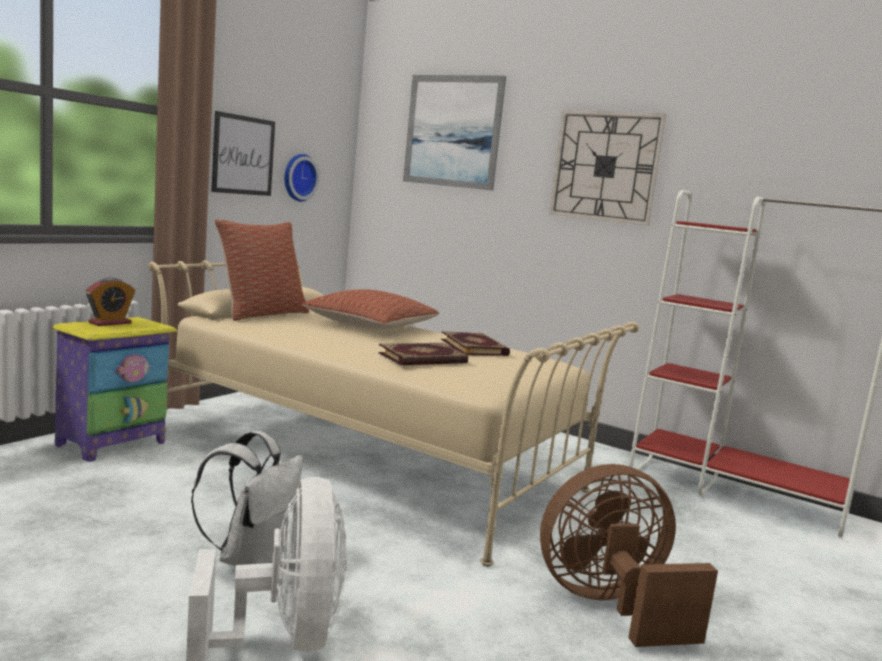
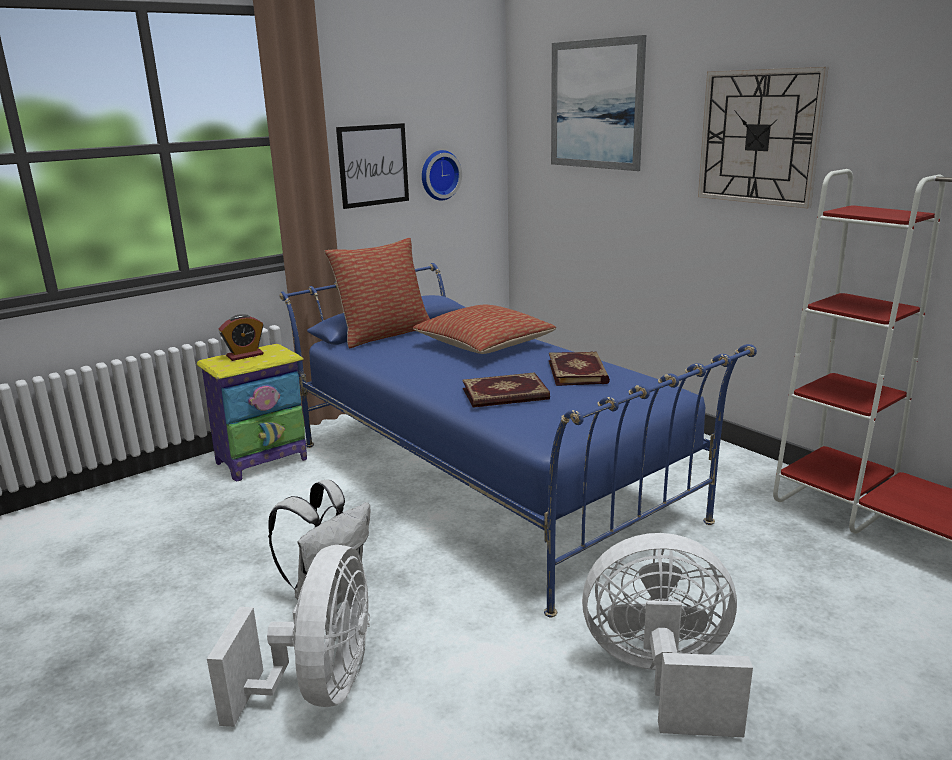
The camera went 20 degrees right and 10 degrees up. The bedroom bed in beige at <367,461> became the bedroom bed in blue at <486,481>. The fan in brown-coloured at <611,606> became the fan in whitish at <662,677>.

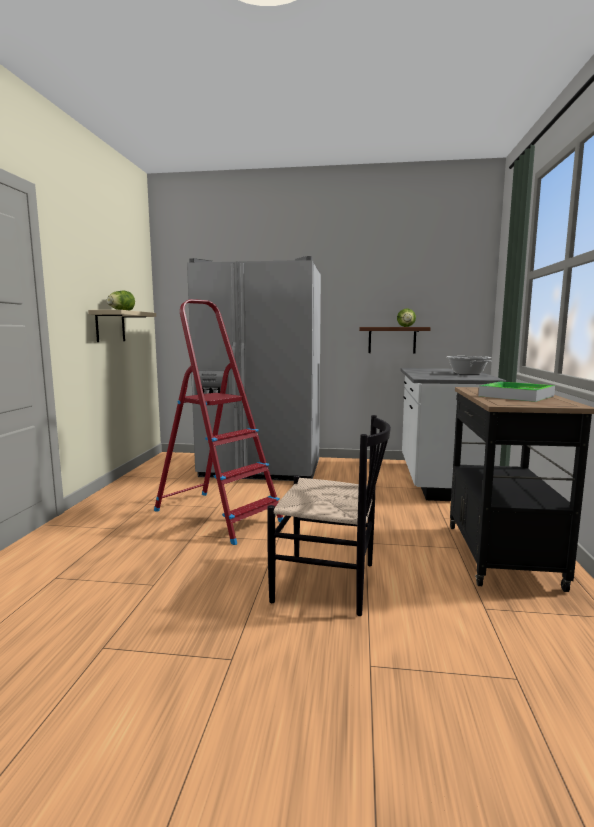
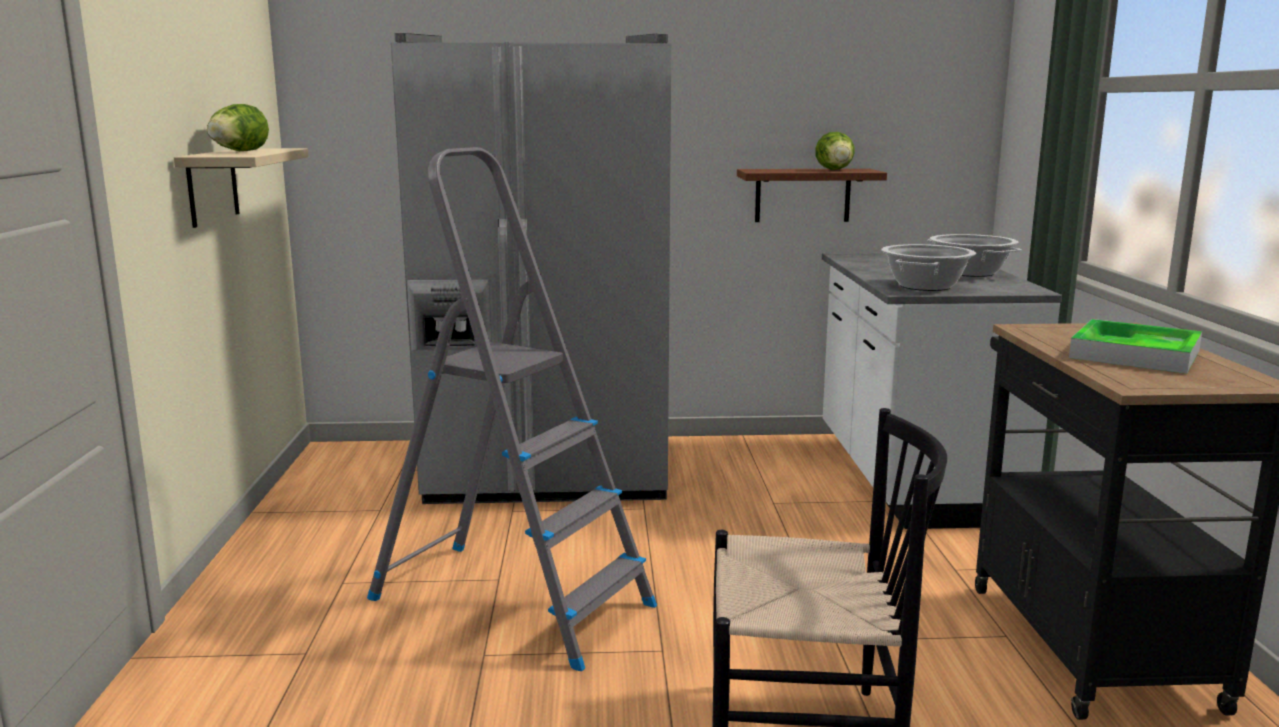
The camera went 10 degrees left and 5 degrees up. The step ladder in red-coloured at <218,516> became the step ladder in greyish at <513,602>. The stockpot at <925,286> appeared.

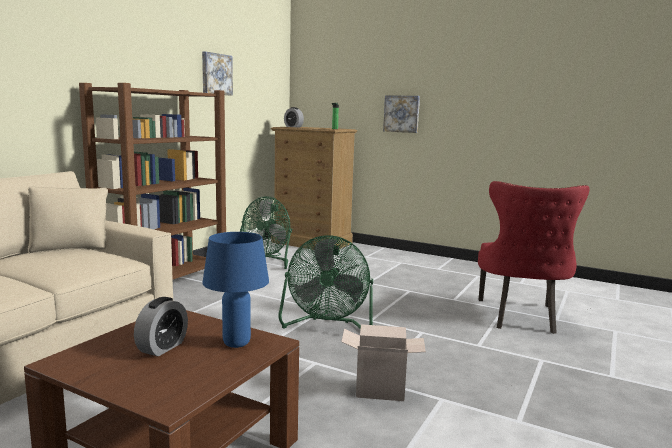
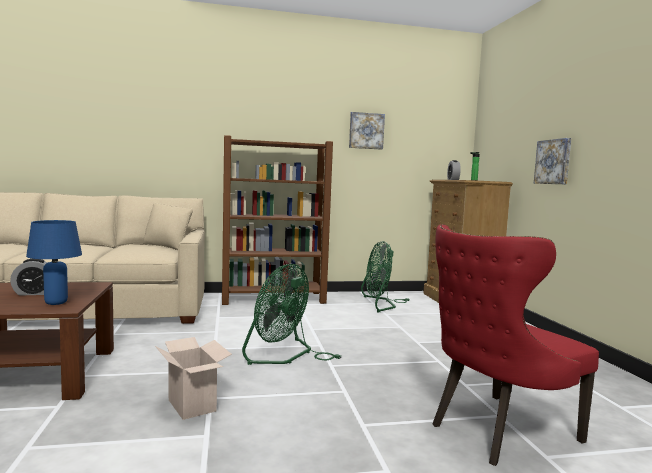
The camera went 50 degrees right and 5 degrees down. The fan in greenish at <325,324> turned 60 degrees clockwise.

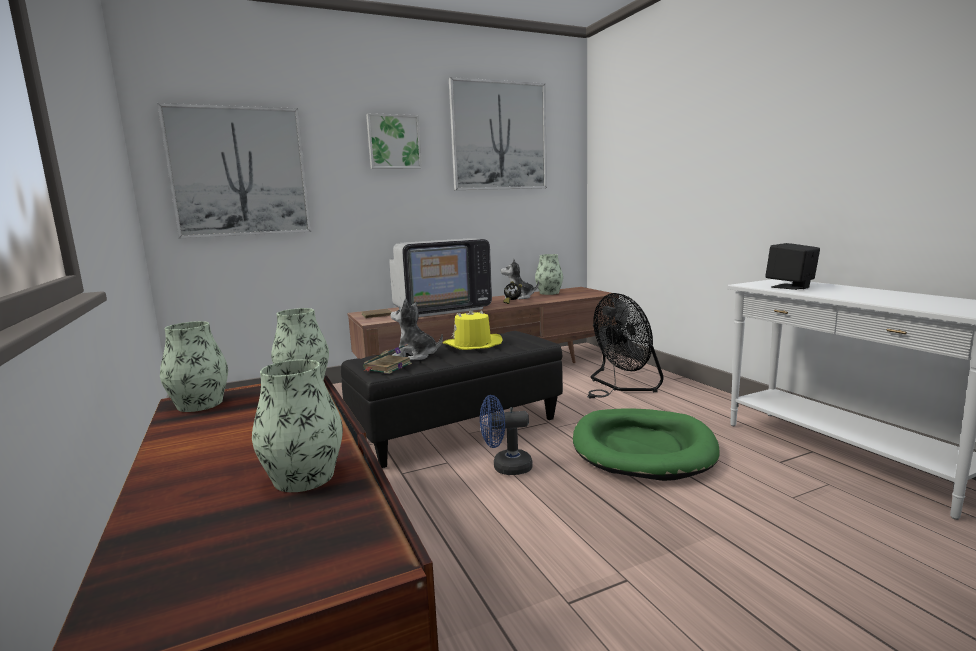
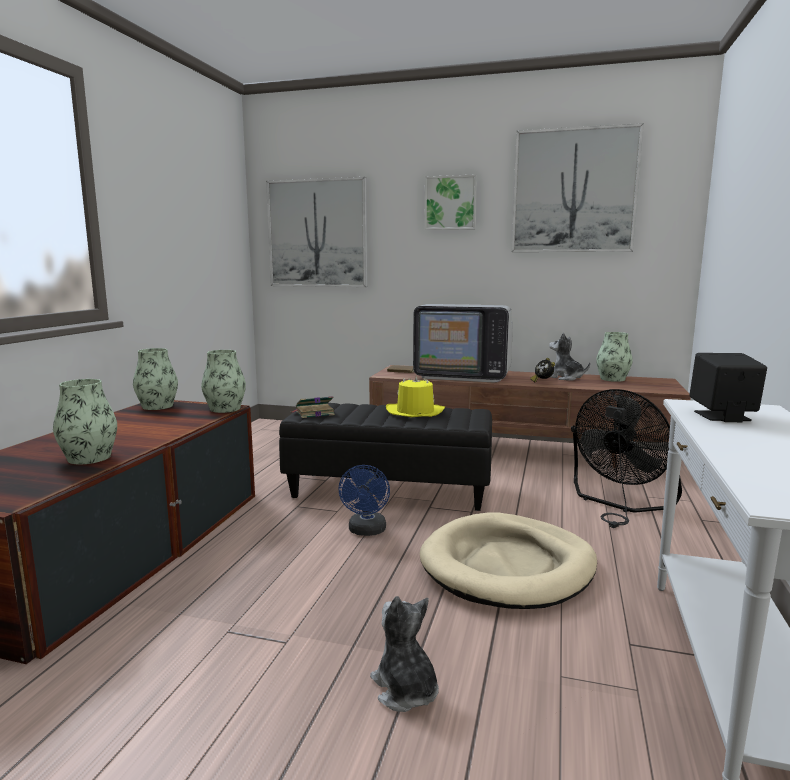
The camera went 40 degrees right and 0 degrees up. The soft toy moved from <416,356> to <405,690>. The fan in blue at <505,467> turned 120 degrees counterclockwise. The dog cushion in greenish at <642,448> became the dog cushion in beige at <508,566>. The fan in blackish at <615,384> turned 60 degrees counterclockwise.

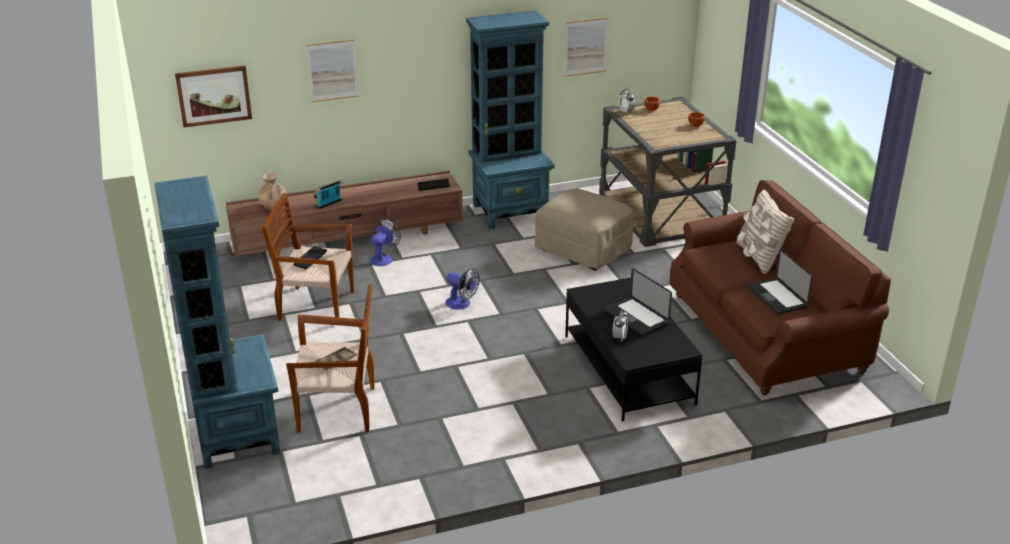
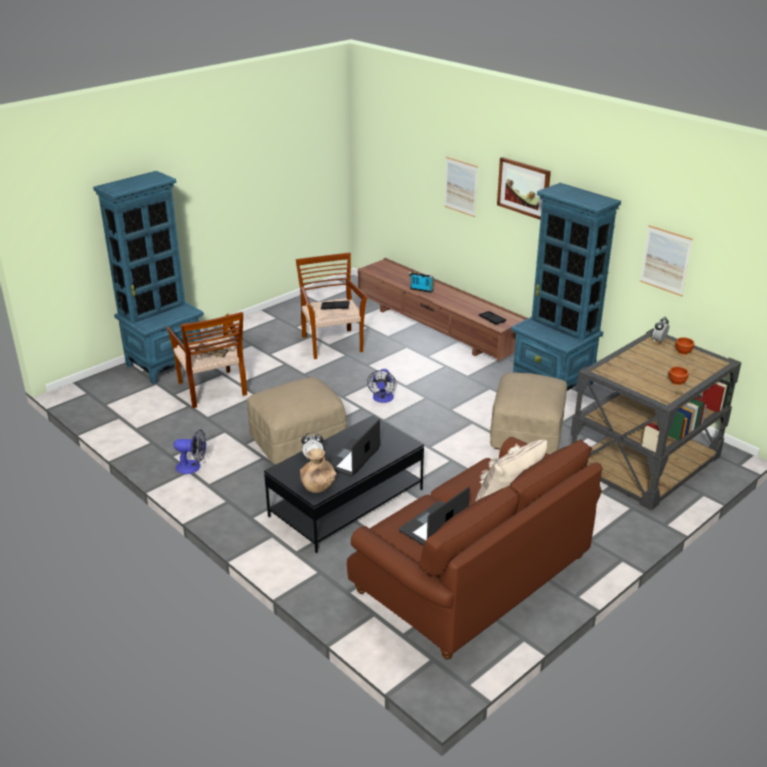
The camera went 65 degrees right and 0 degrees up. The wall art moved from <214,95> to <524,188>. The vase in brown-coloured moved from <273,206> to <318,487>. The fan moved from <383,258> to <193,467>. The ottoman in beige at <298,439> appeared.

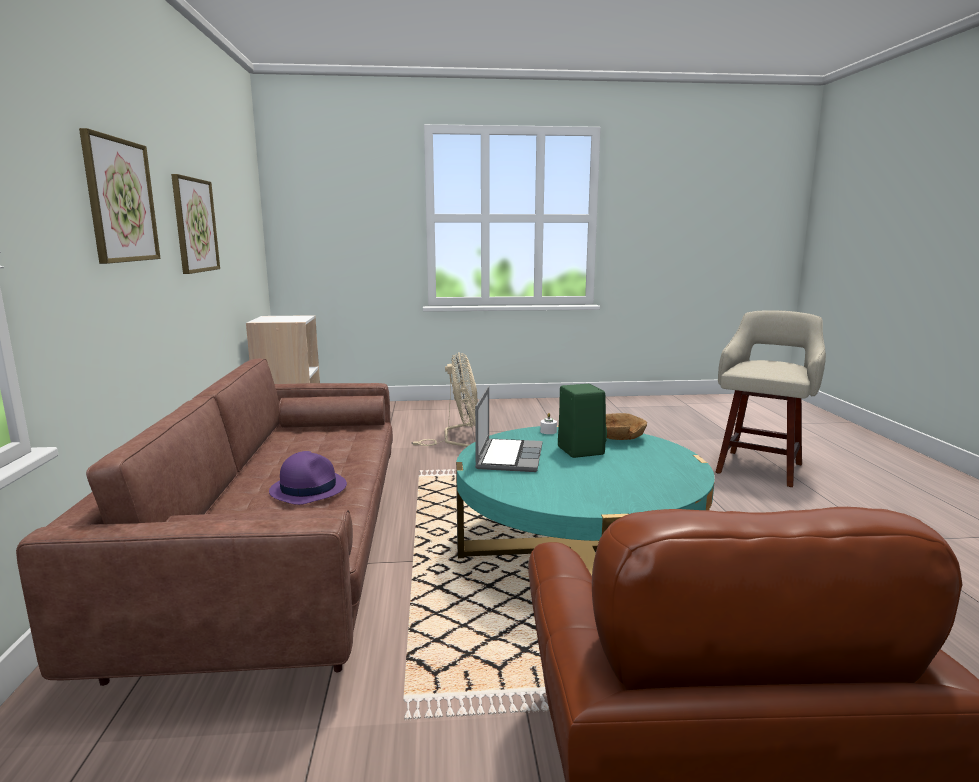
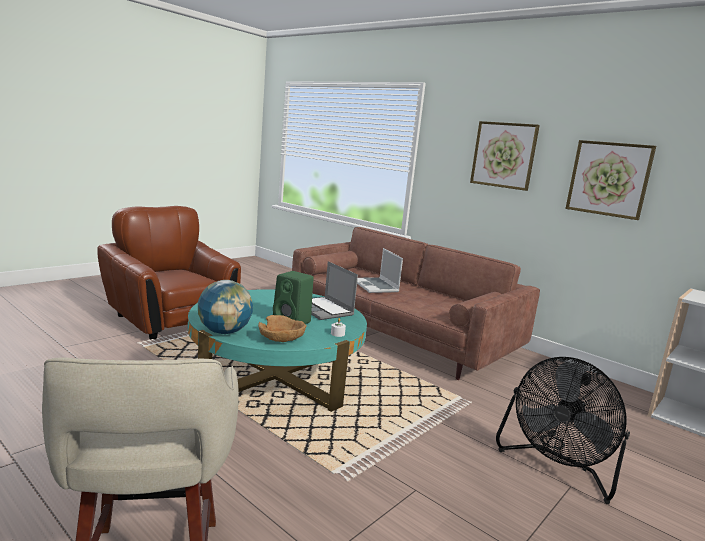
The camera went 135 degrees right and 0 degrees up. The clothing hat in purplish at <308,488> was replaced by the notebook computer at <376,286>. The fan in beige at <457,437> became the fan in blackish at <554,464>. The world globe at <224,332> appeared.

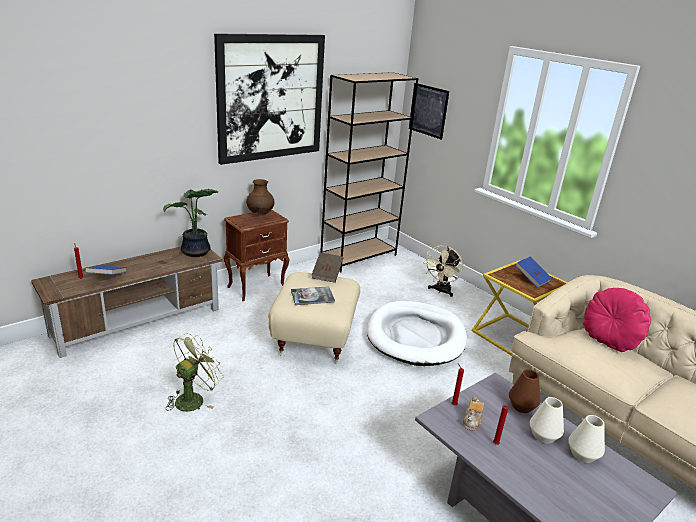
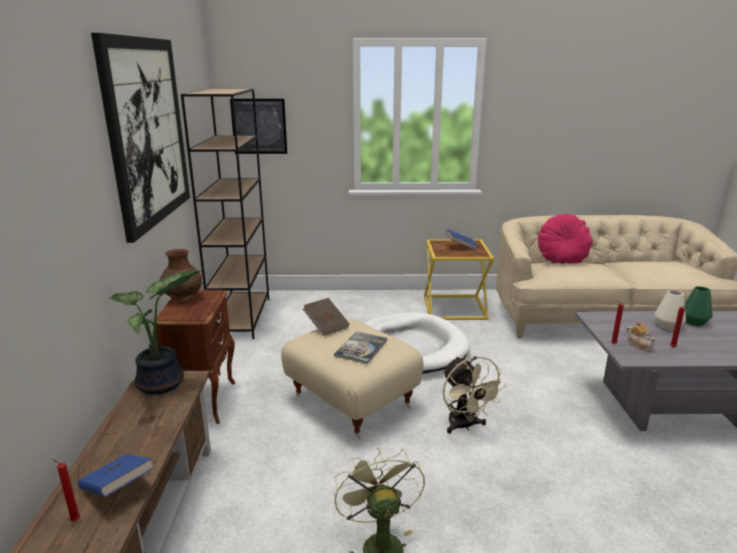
The camera went 50 degrees left and 5 degrees down. The fan in beige moved from <440,291> to <465,426>. The vase in brown-coloured at <522,406> disappeared. The vase in whitish at <582,455> became the vase in greenish at <694,322>.

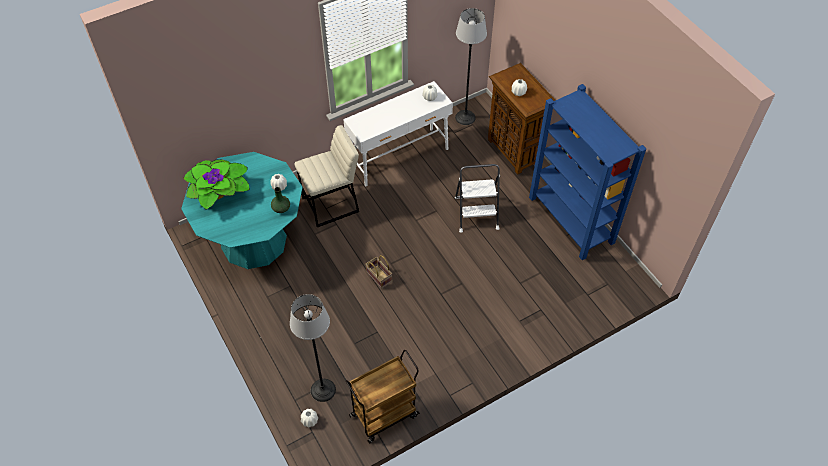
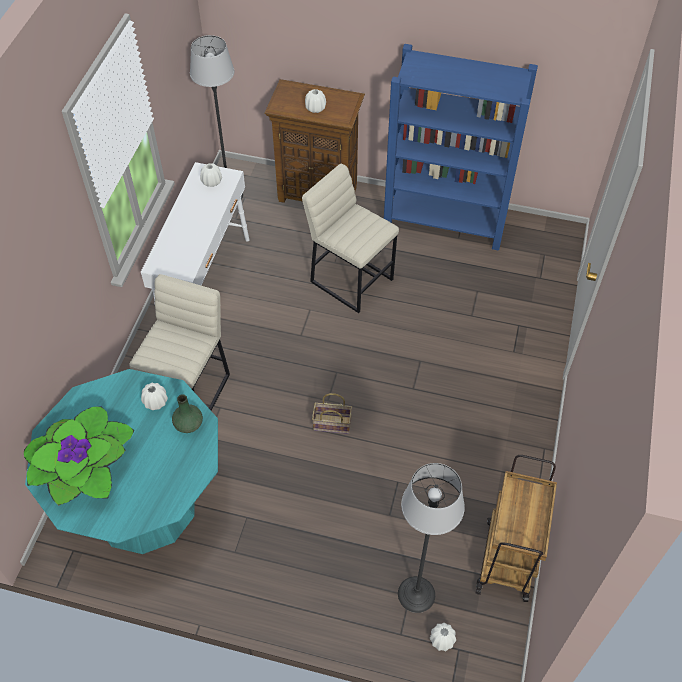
The camera went 45 degrees left and 0 degrees up. The step ladder in whitish at <476,211> was replaced by the chair in beige at <350,279>.

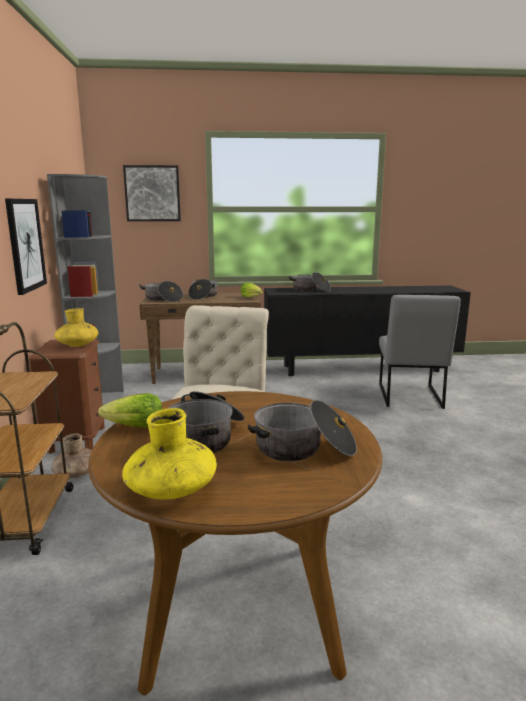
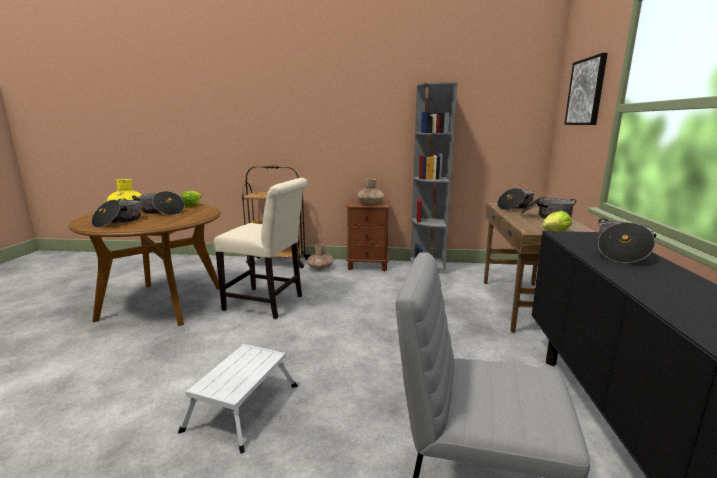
The camera went 100 degrees right and 0 degrees up. The wall art at <25,245> disappeared. The vase in yellowish at <77,345> became the vase in brown-coloured at <370,203>. The step ladder in whitish at <242,407> appeared.

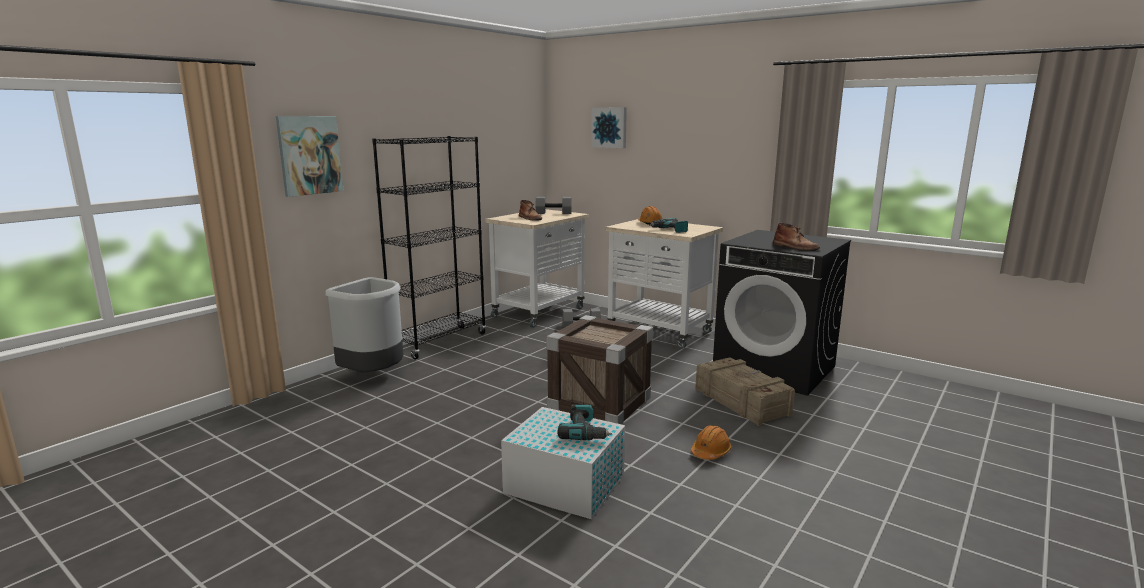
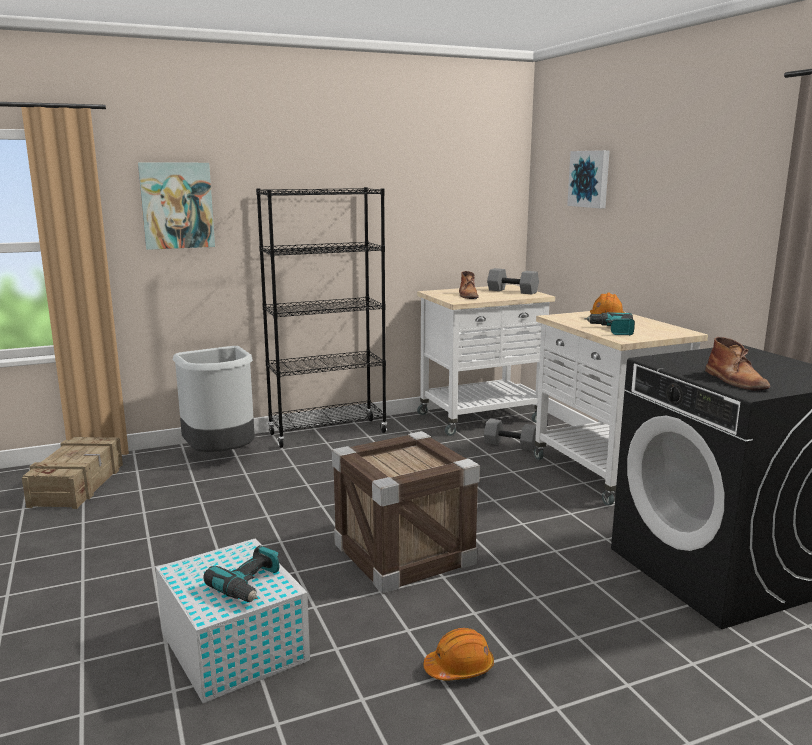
The camera went 30 degrees right and 0 degrees up. The packing crate moved from <741,401> to <78,484>.

